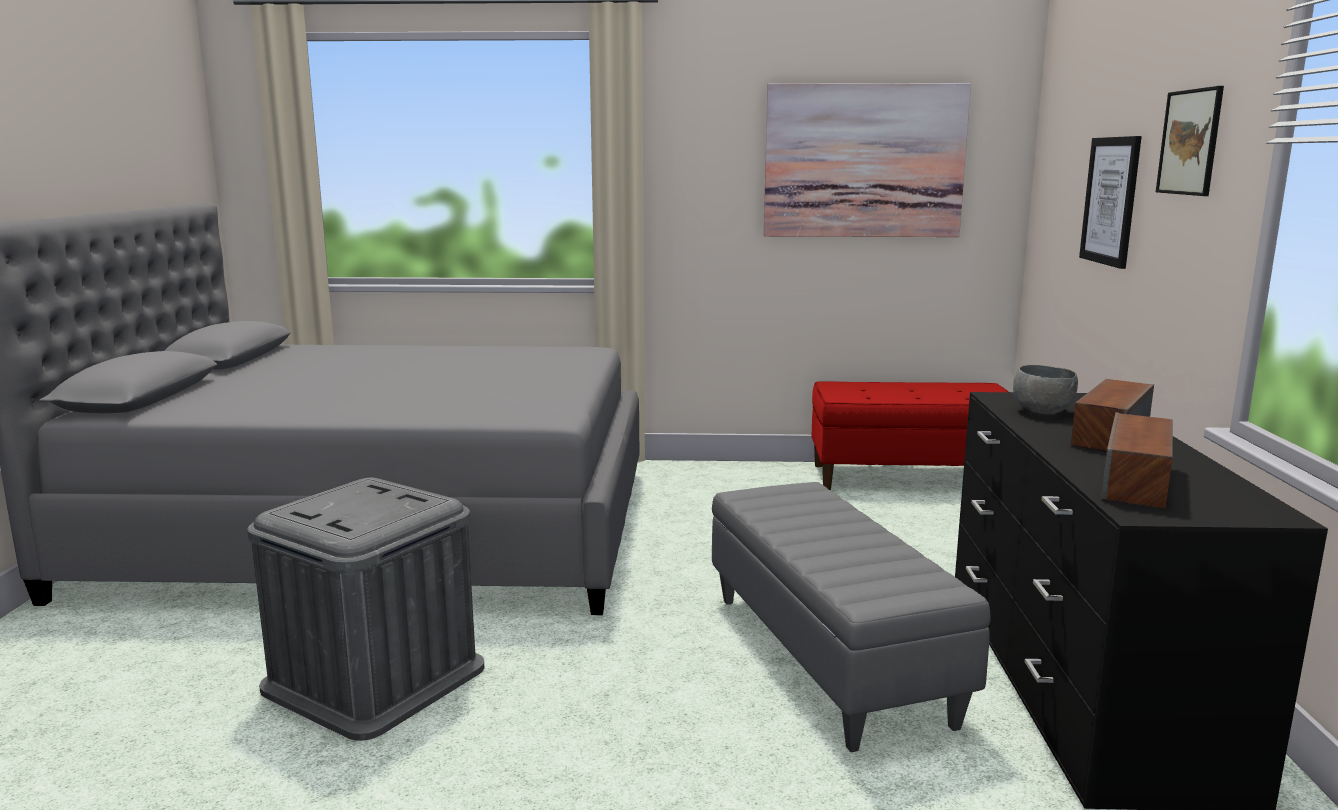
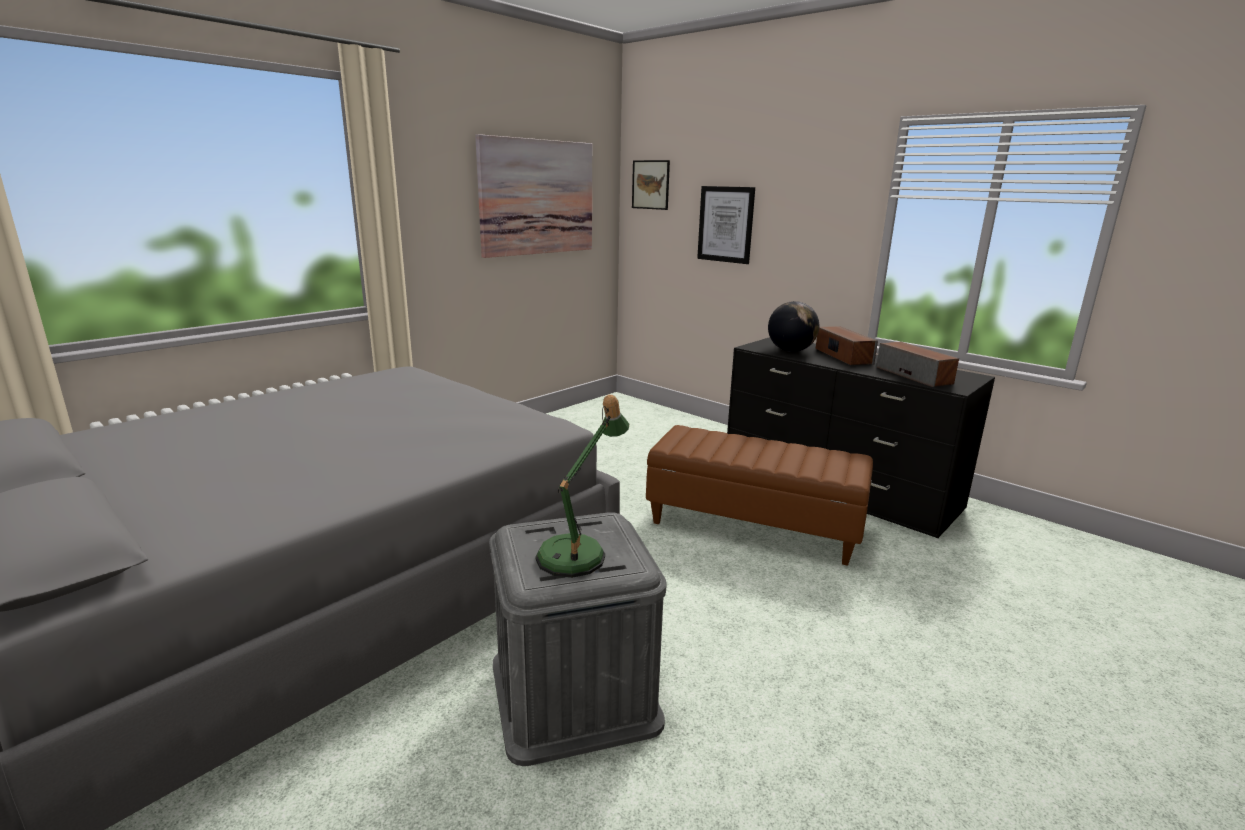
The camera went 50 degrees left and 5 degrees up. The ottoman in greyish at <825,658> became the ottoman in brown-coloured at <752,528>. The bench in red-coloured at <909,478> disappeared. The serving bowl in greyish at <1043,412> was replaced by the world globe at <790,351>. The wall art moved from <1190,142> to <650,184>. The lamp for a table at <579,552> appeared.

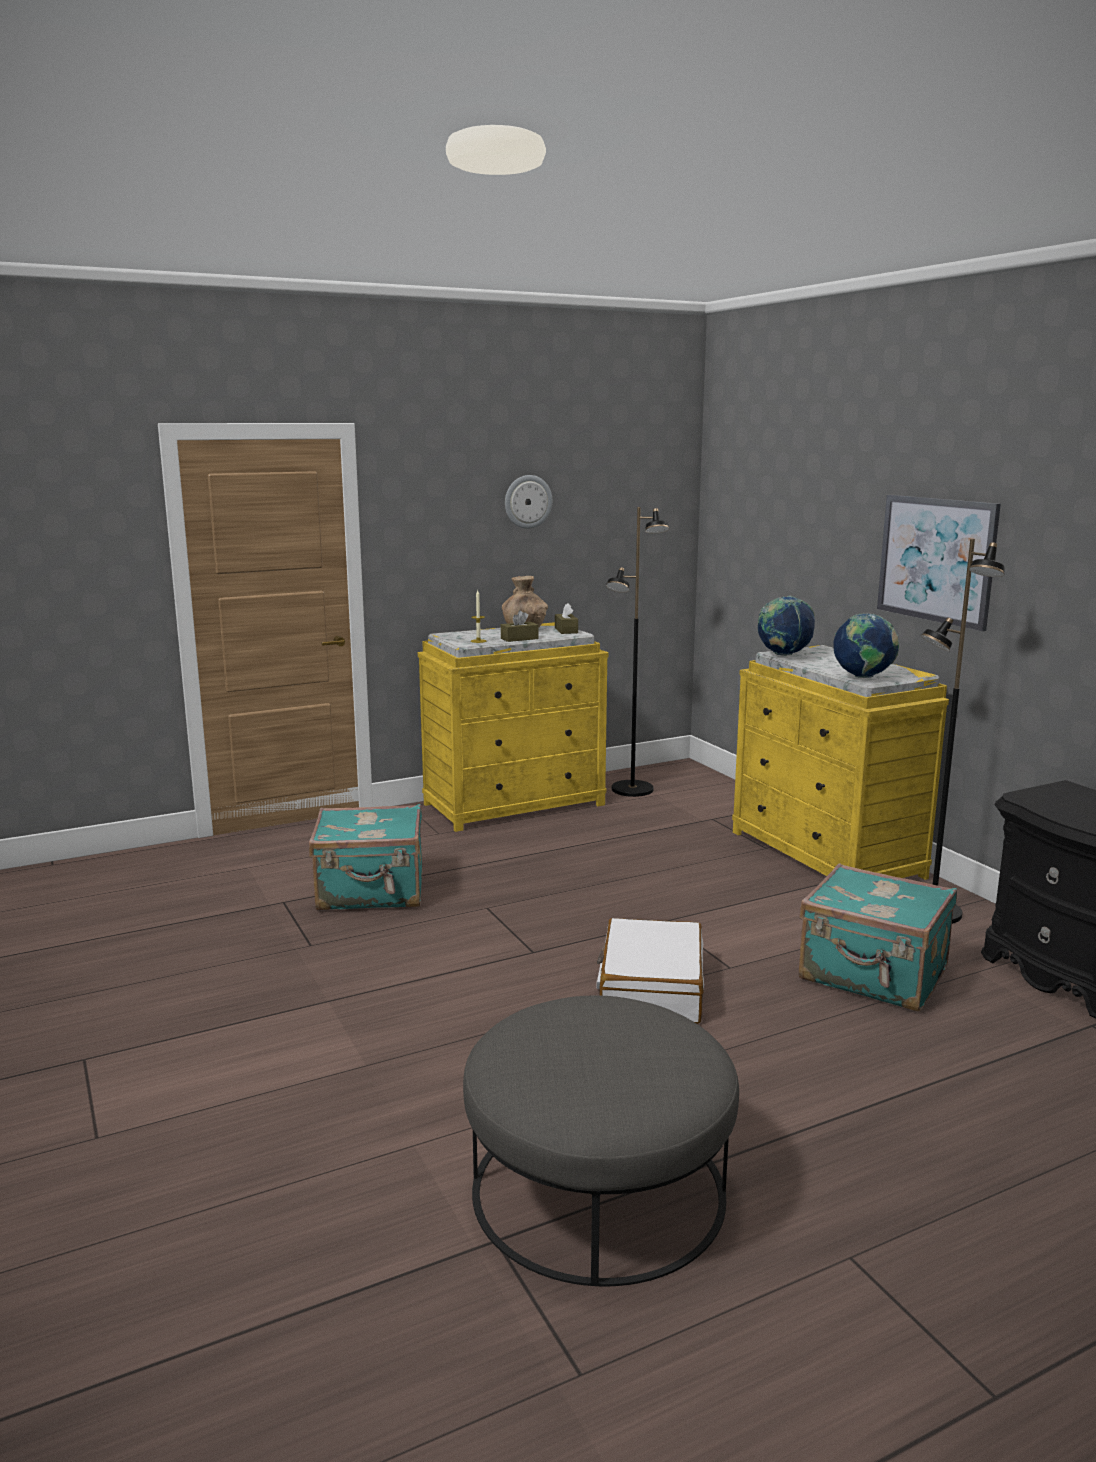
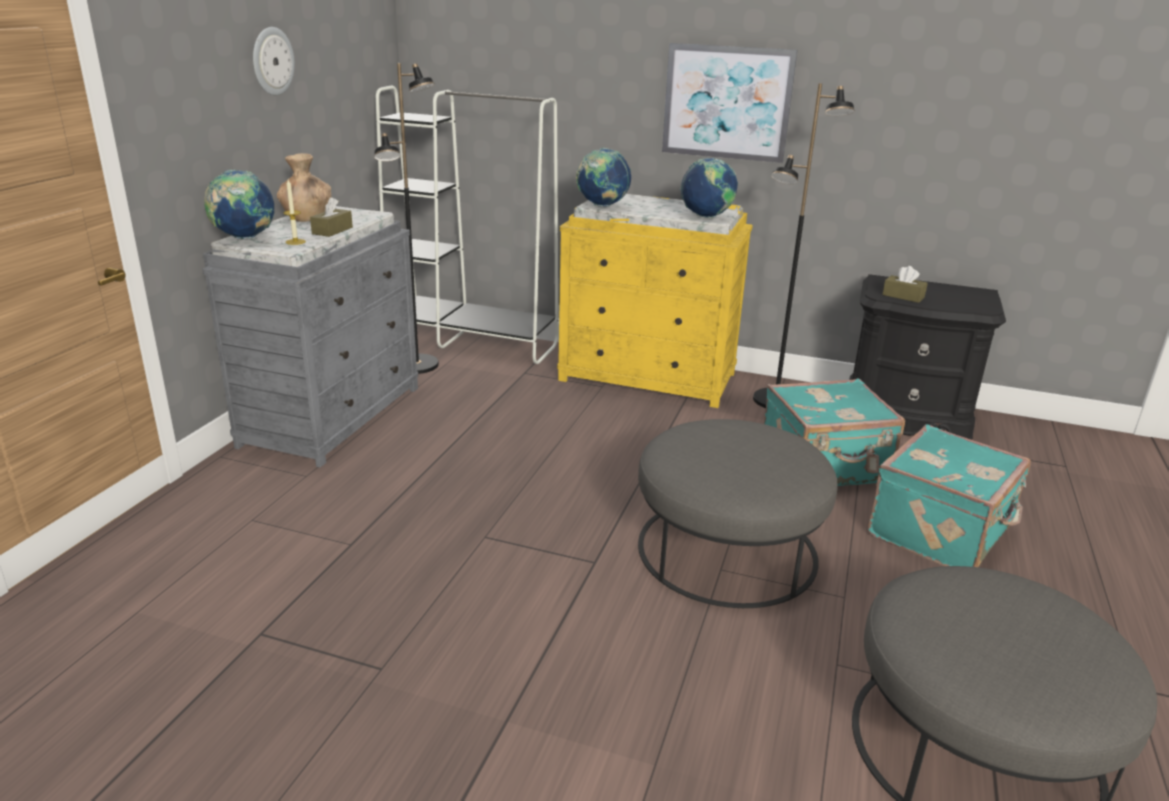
The camera went 45 degrees left and 10 degrees up. The suitcase in turquoise-coloured moved from <371,892> to <942,532>. The drawer chest in yellowish at <515,804> became the drawer chest in greyish at <333,415>. The box of tissues in brown-coloured moved from <566,630> to <903,296>. The suitcase in whitish at <651,989> was replaced by the ottoman in greyish at <727,550>. The world globe at <244,238> appeared. The clothes rack in blackish at <473,344> appeared.

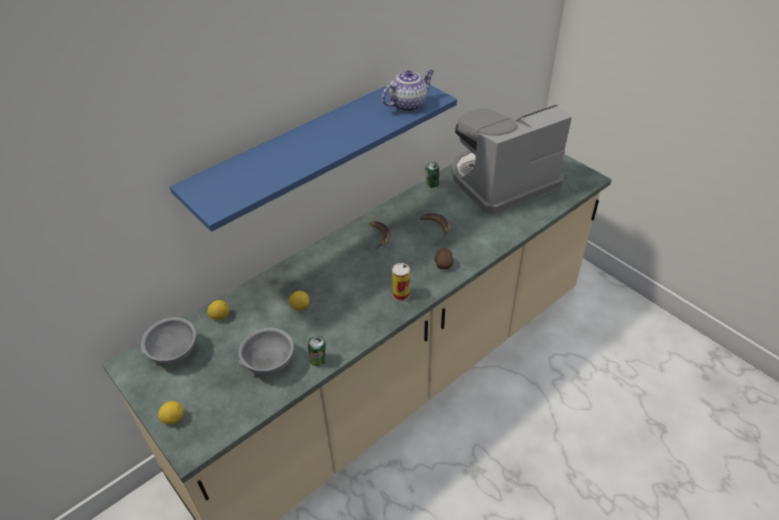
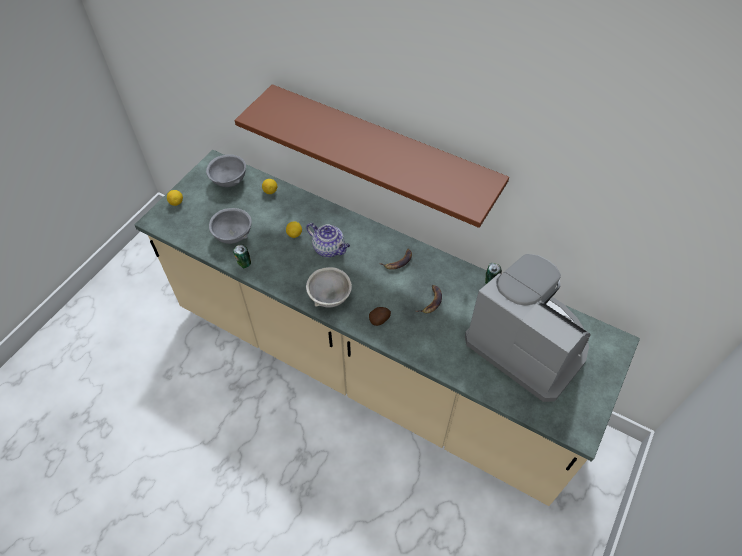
The camera went 70 degrees right and 10 degrees up. The wall shelf in blue at <305,150> became the wall shelf in brown-coloured at <383,148>. The teapot moved from <408,104> to <329,248>. The sealed can at <401,294> was replaced by the serving bowl in greyish at <330,297>.

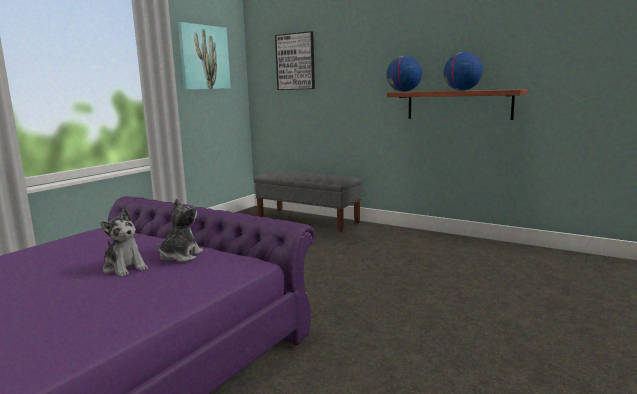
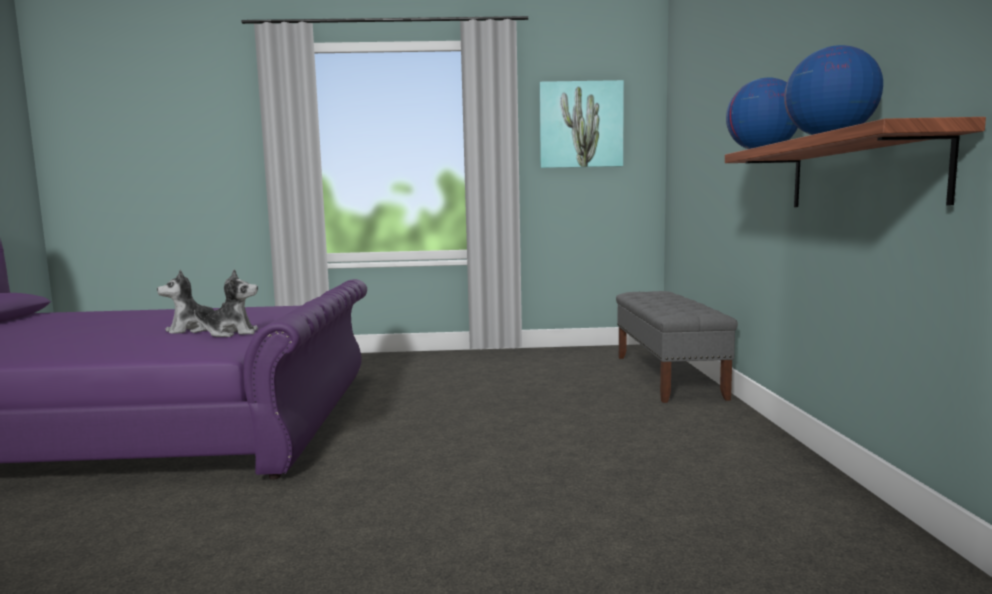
The camera went 55 degrees right and 5 degrees down. The soft toy at <125,268> turned 45 degrees clockwise. The wall art at <295,61> disappeared.

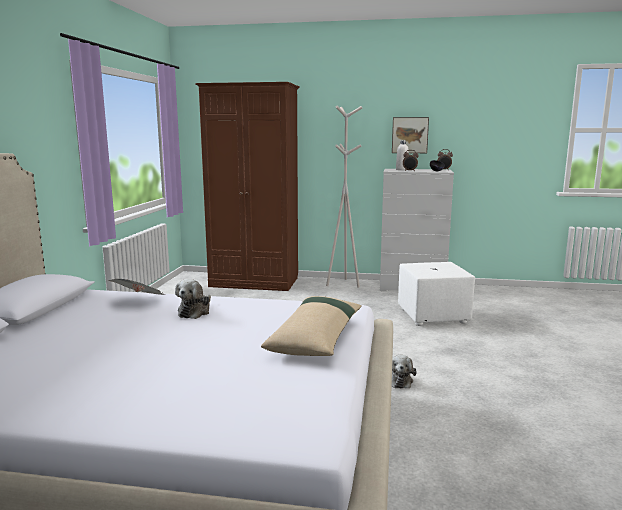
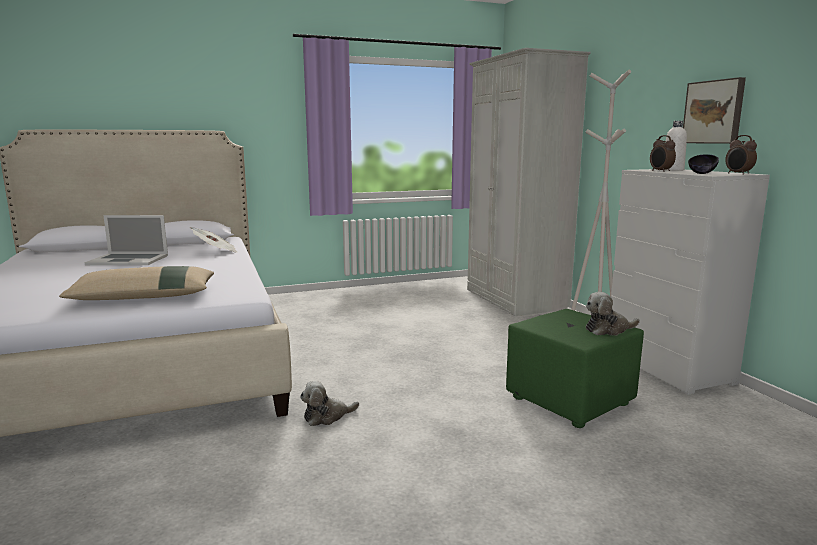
The camera went 60 degrees right and 0 degrees up. The soft toy moved from <195,311> to <608,329>. The armoire in brown-coloured at <254,282> became the armoire in whitish at <515,299>. The ottoman in whitish at <433,316> became the ottoman in greenish at <571,401>. The notebook computer at <128,260> appeared.

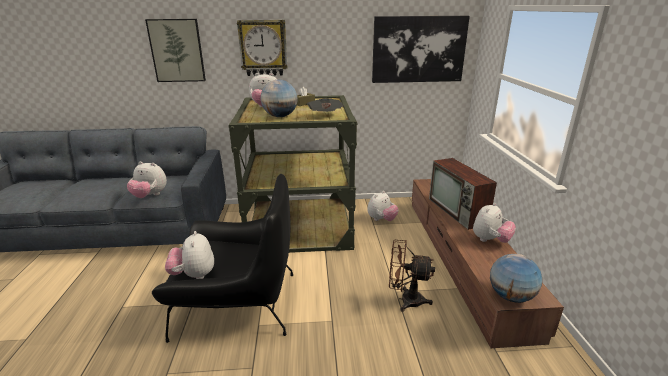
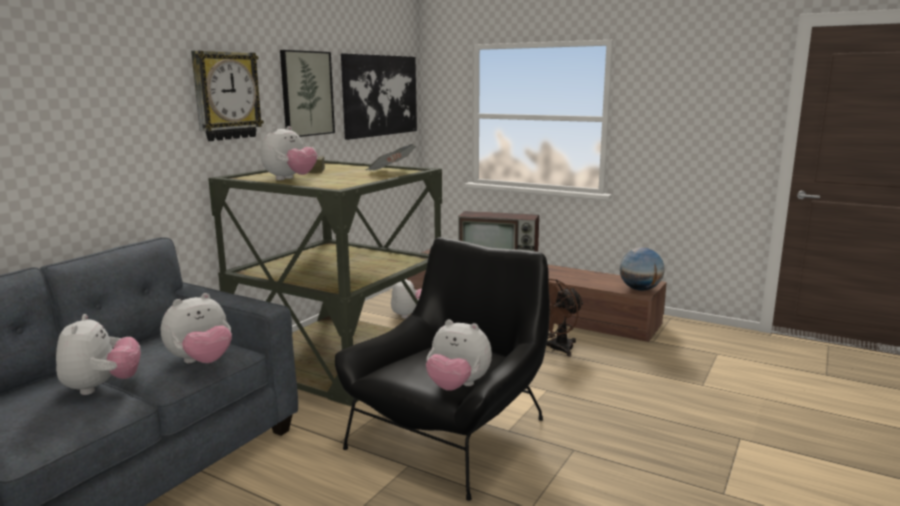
The camera went 55 degrees left and 10 degrees down. The wall art moved from <177,50> to <306,93>. The world globe at <280,116> disappeared. The soft toy moved from <490,240> to <101,387>.

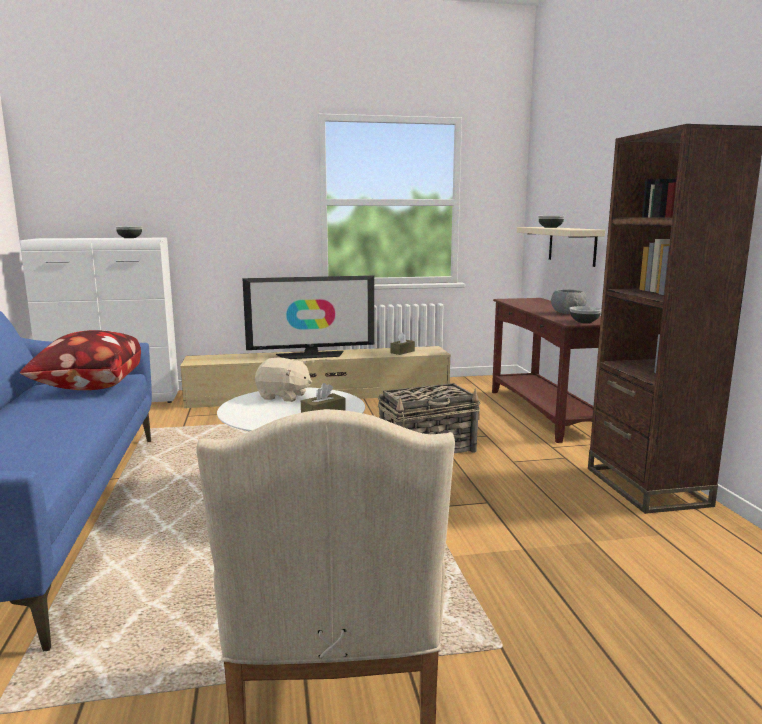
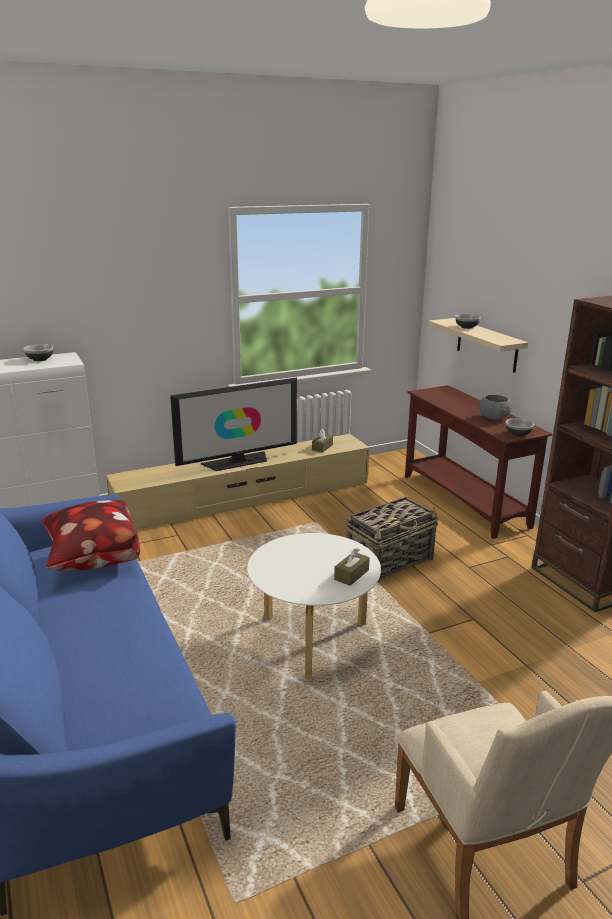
The camera went 15 degrees left and 10 degrees up. The soft toy in beige at <283,396> disappeared.

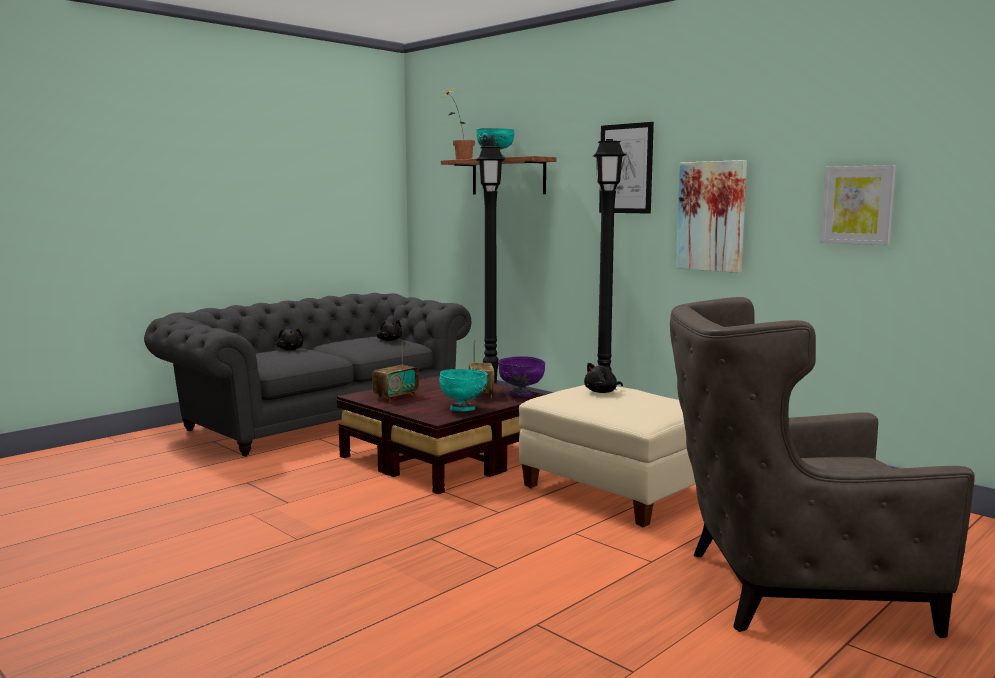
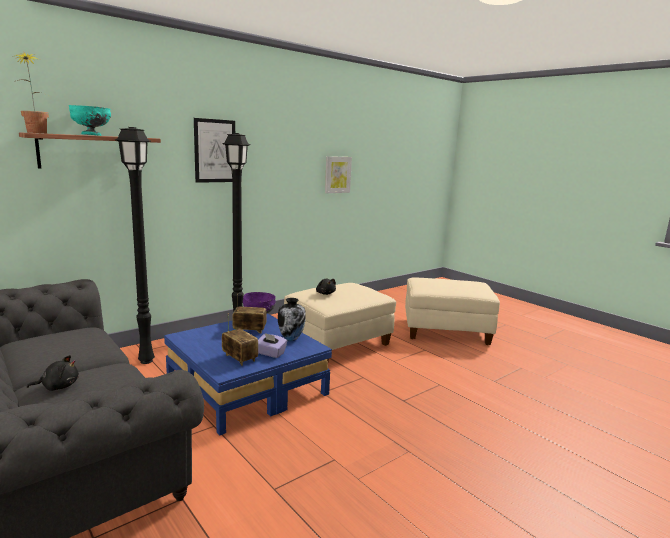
The camera went 85 degrees left and 5 degrees up. The lounge table in brown-coloured at <445,455> became the lounge table in blue at <245,386>. The soft toy in blackish at <389,340> disappeared. The serving bowl in turquoise-coloured at <463,409> was replaced by the vase at <291,338>. The easy chair in greyish at <791,590> was replaced by the ottoman in beige at <446,331>. The wall art at <711,216> disappeared. The box of tissues in purplish at <270,353> appeared.

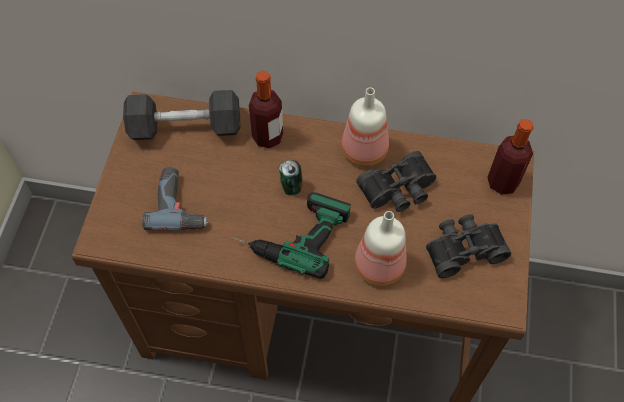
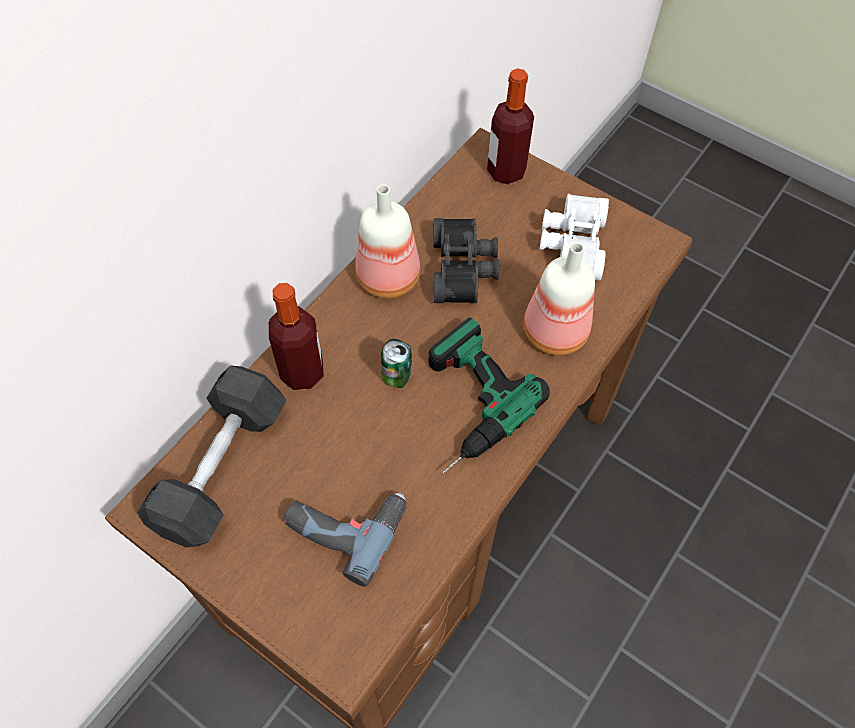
The camera went 65 degrees left and 0 degrees up. The pair of binoculars in blackish at <463,248> became the pair of binoculars in whitish at <570,244>.

